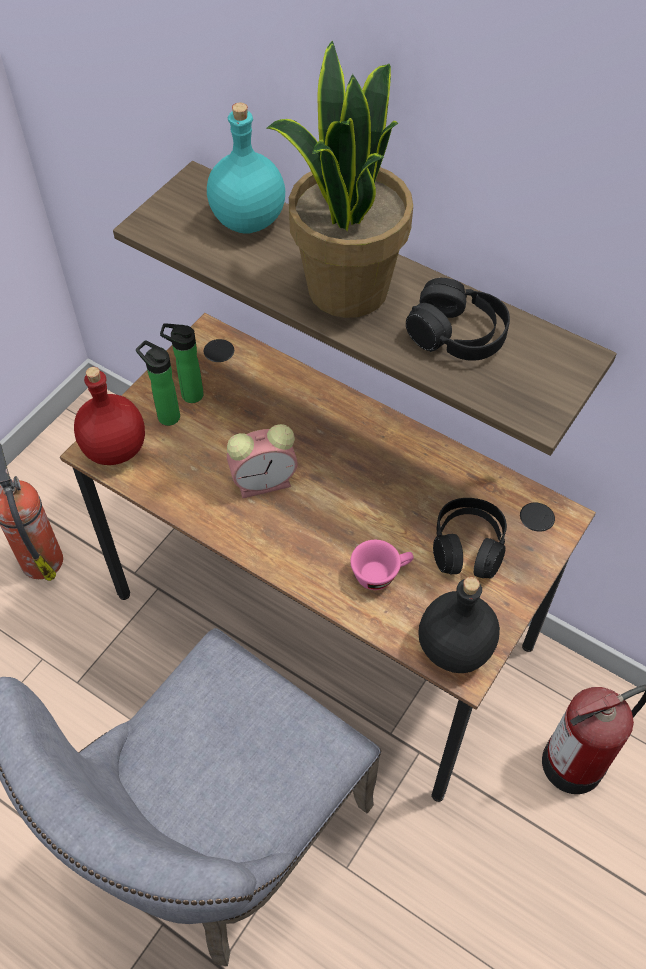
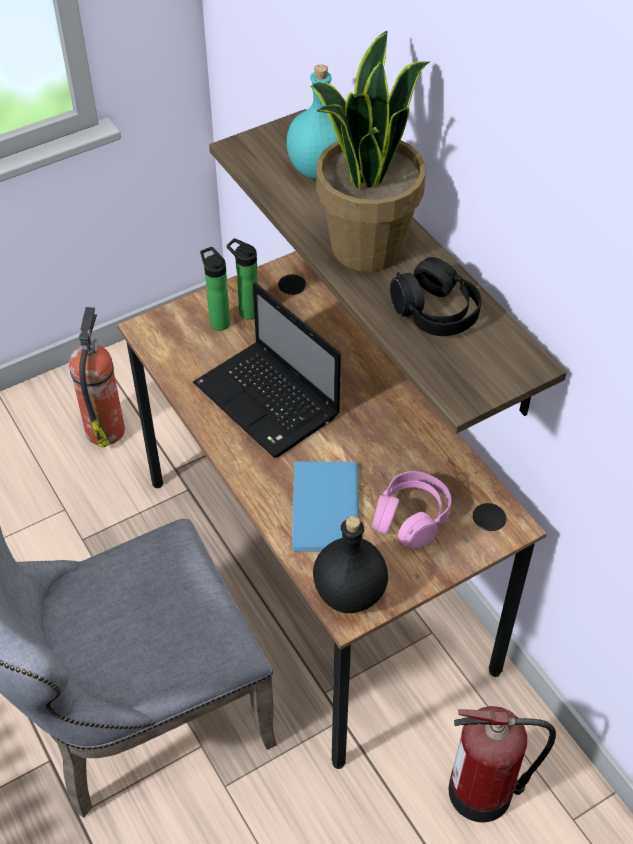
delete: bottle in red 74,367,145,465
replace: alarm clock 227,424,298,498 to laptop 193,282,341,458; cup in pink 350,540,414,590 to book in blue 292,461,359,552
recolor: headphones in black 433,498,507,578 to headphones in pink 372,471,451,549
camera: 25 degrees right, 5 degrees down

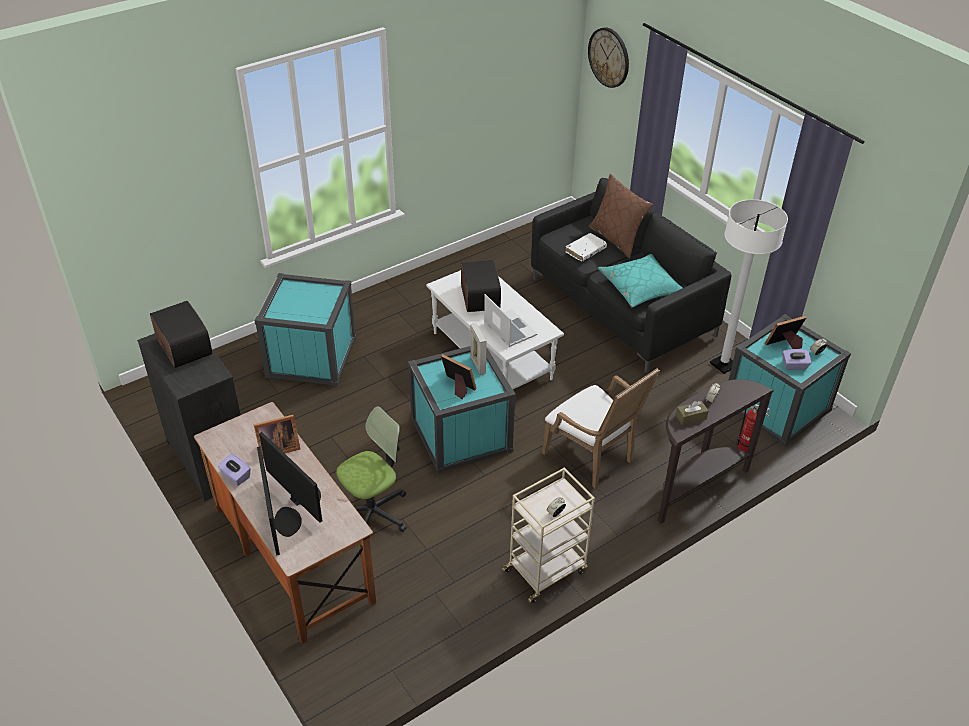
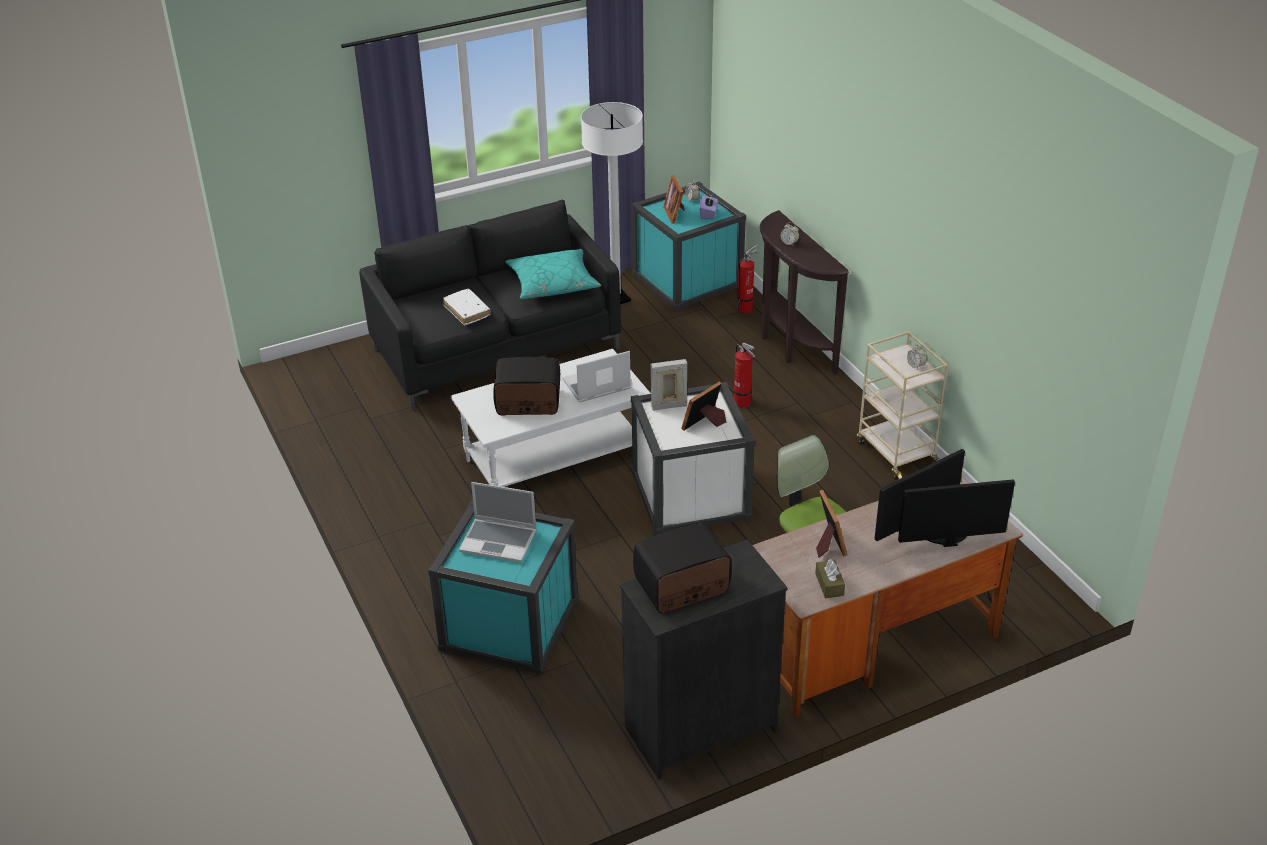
delete: tissue box in purple 218,453,251,486; wall clock 588,28,629,88; pillow in brown 589,174,653,258
insert: laptop 459,482,537,562
move: tissue box in brown 676,401,709,425 to 815,559,845,598
replace: armchair in white 542,368,660,488 to fire extinguisher 734,343,755,408
recolor: storage box in turquoise 408,346,516,474 to storage box in white 631,382,755,535
camera: 80 degrees left, 5 degrees down

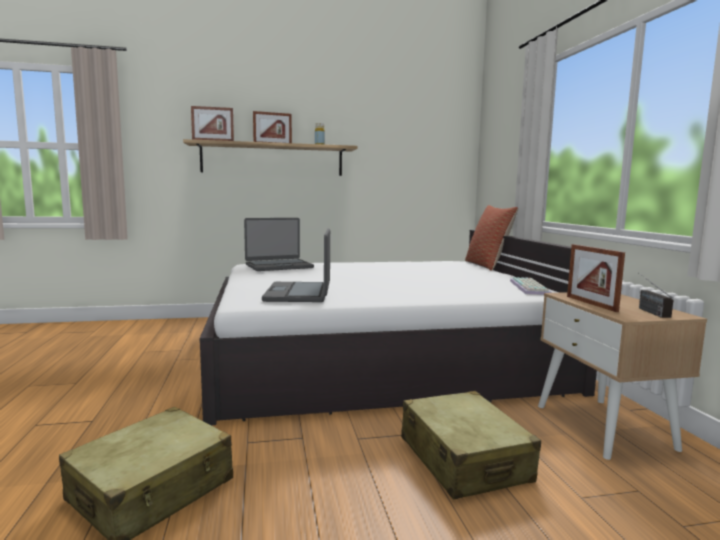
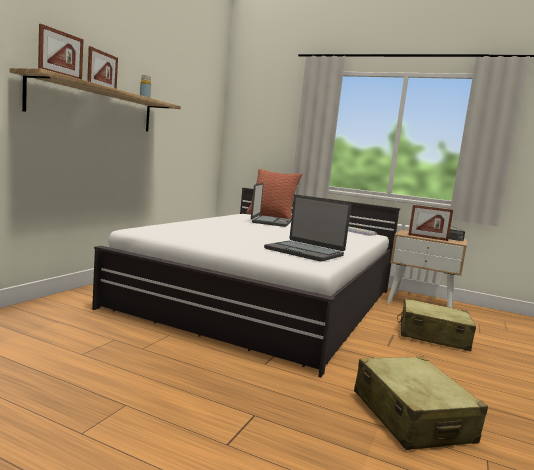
move: laptop 244,218,314,271 to 251,183,292,227
camera: 55 degrees left, 0 degrees up

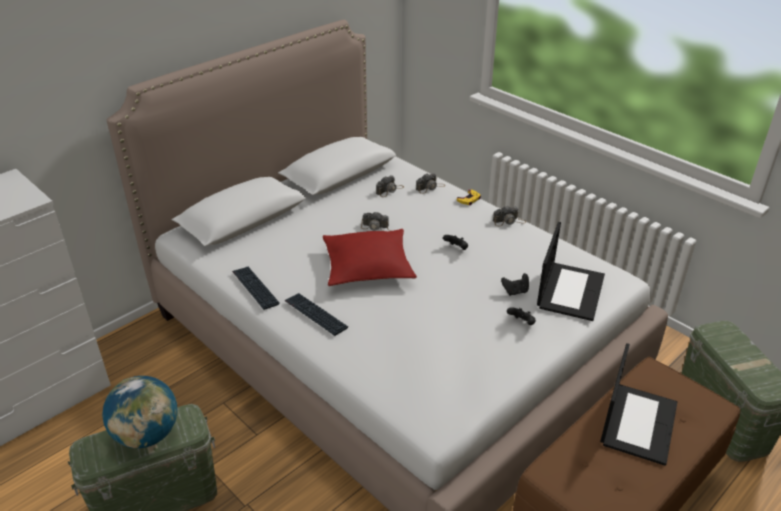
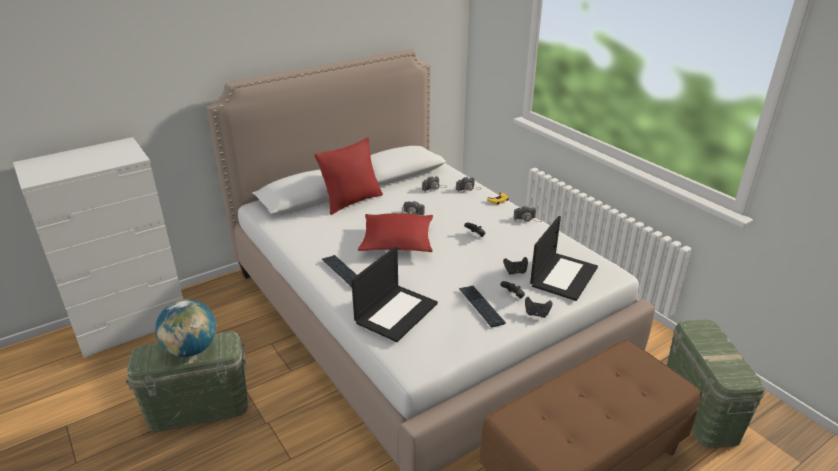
insert: pillow in red 314,137,383,215; game controller in black 525,297,552,318
move: keyboard 232,267,280,310 to 459,286,506,327; laptop 600,343,677,466 to 352,246,438,342
camera: 10 degrees right, 5 degrees down

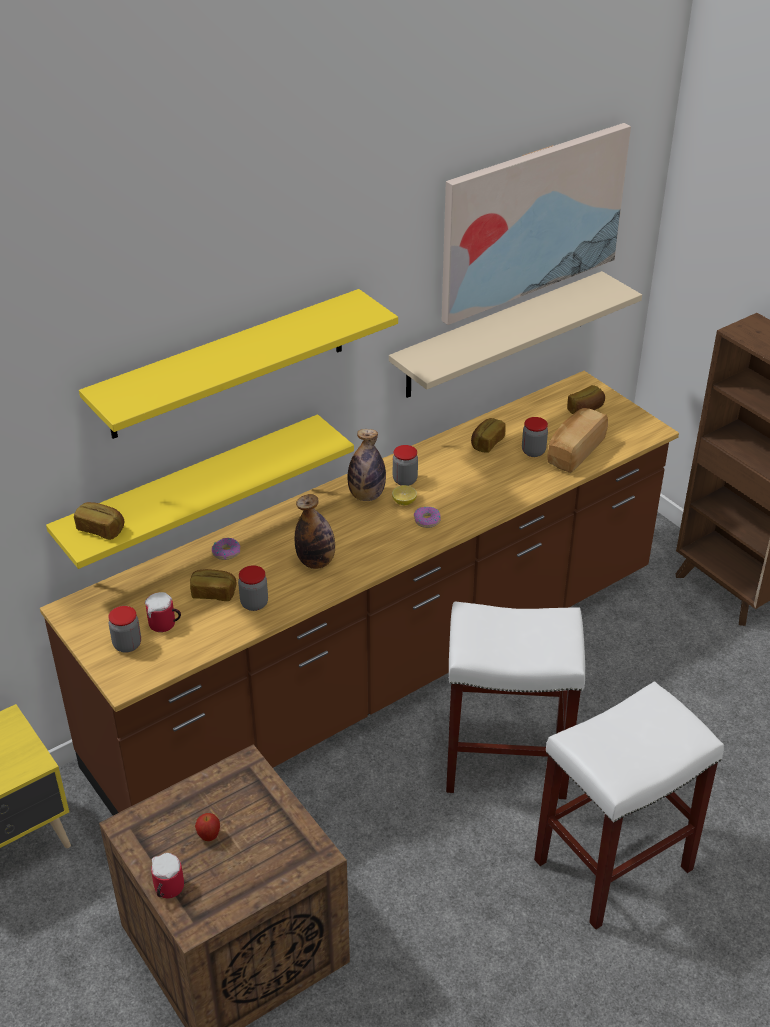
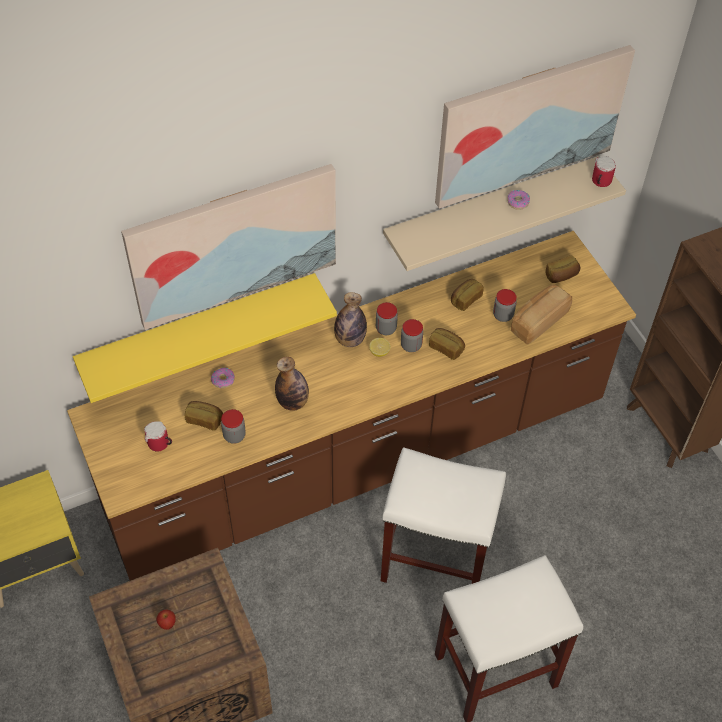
move: bread 74,502,124,540 to 429,328,465,360; jar 108,606,141,653 to 401,319,423,352; mug 151,853,184,898 to 592,156,616,187; donut 414,507,441,528 to 507,190,530,210
replace: shelf in yellow 79,289,398,439 to picture 121,164,336,330
camera: 10 degrees right, 15 degrees up

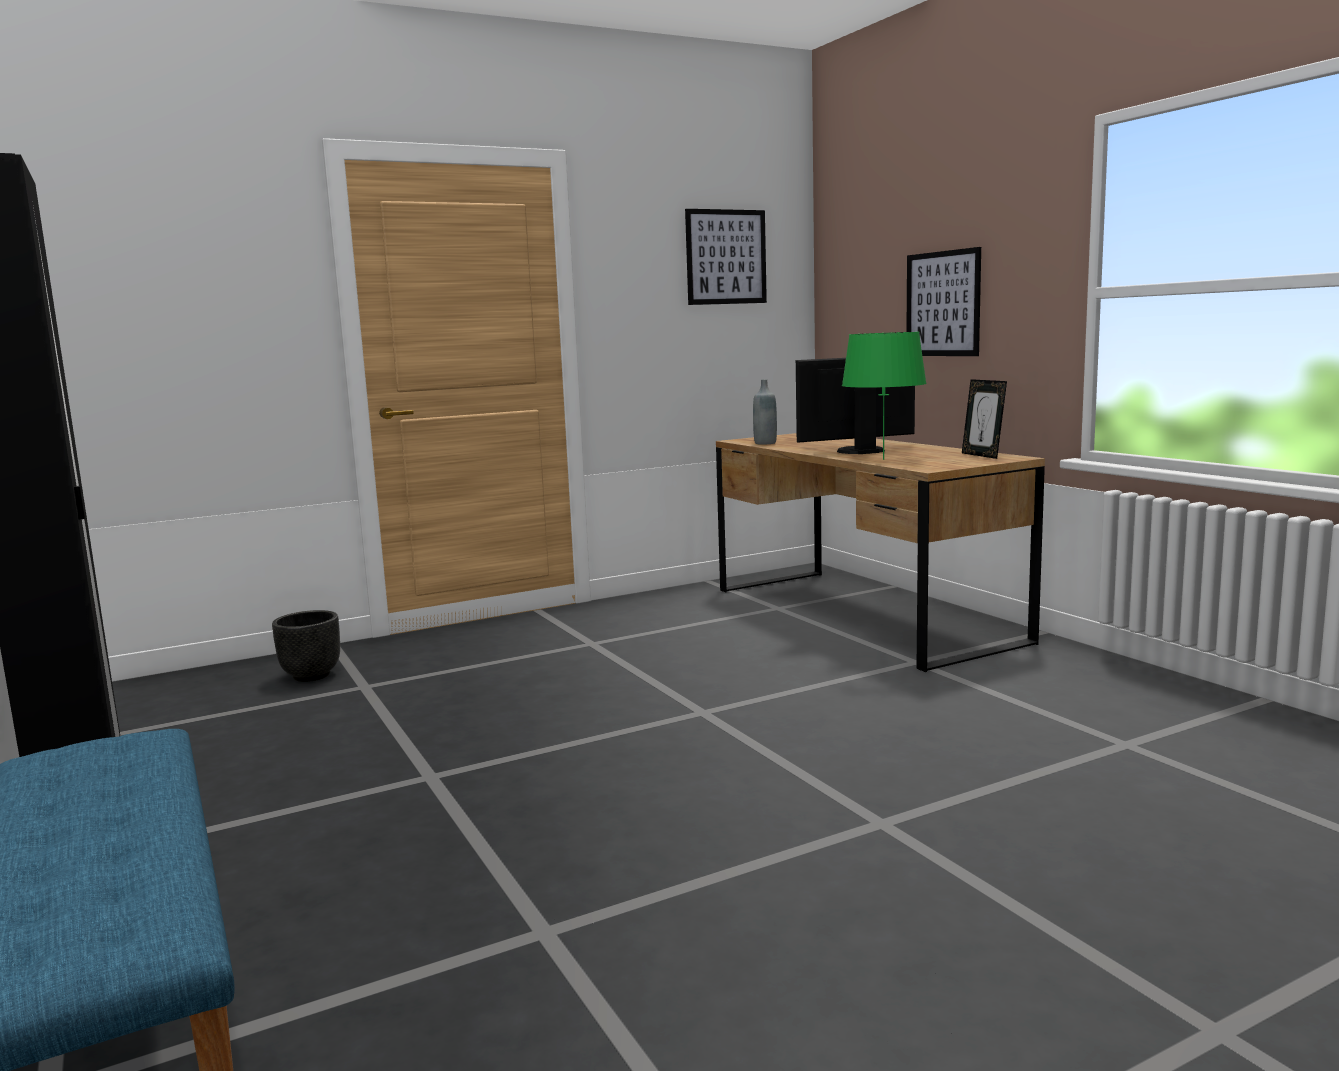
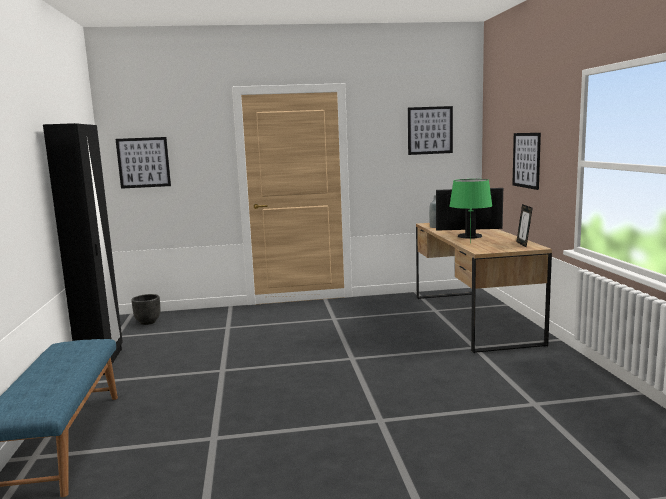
insert: picture 116,137,171,189
move: planter in black 272,610,340,682 to 131,294,160,325
camera: 20 degrees right, 0 degrees up

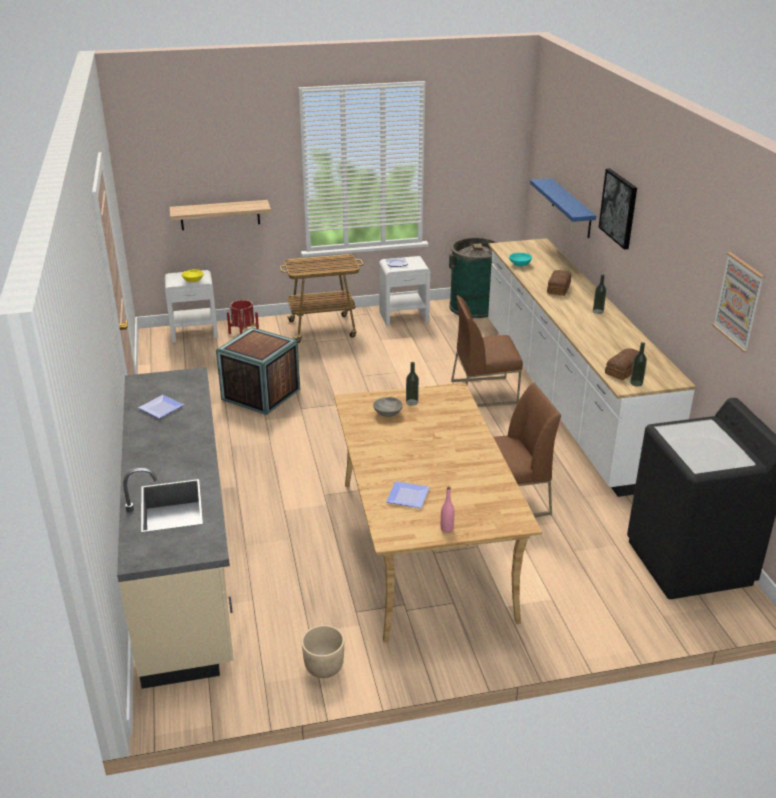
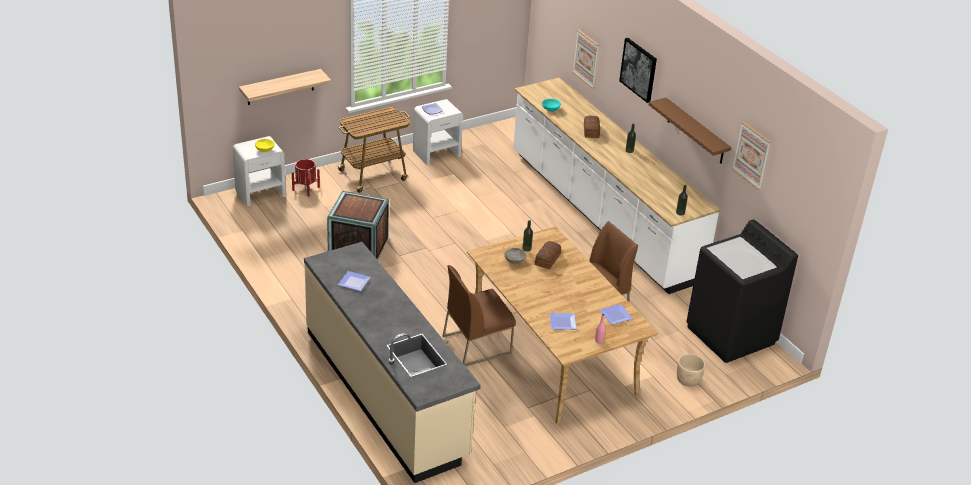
delete: trash can in green 449,237,498,318
insert: plate 600,304,633,325; shelf in brown 649,98,731,164
move: planter in beige 302,625,344,678 to 677,354,705,387; chair in brown 451,295,523,407 to 442,265,515,366; bread 605,348,639,380 to 535,241,561,269
replace: shelf in blue 530,178,596,238 to picture 572,29,599,88
camera: 20 degrees left, 5 degrees up

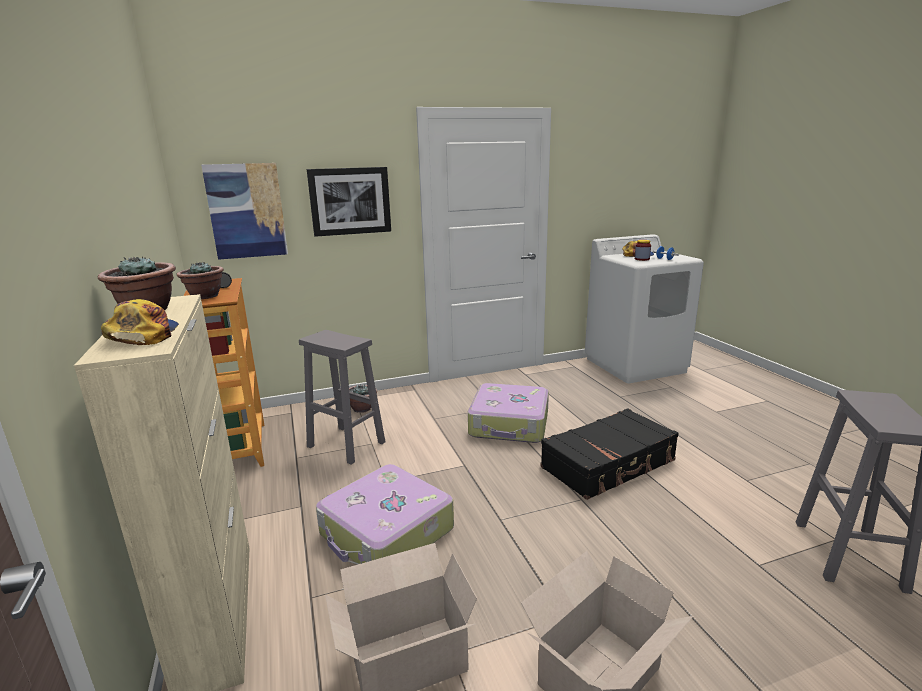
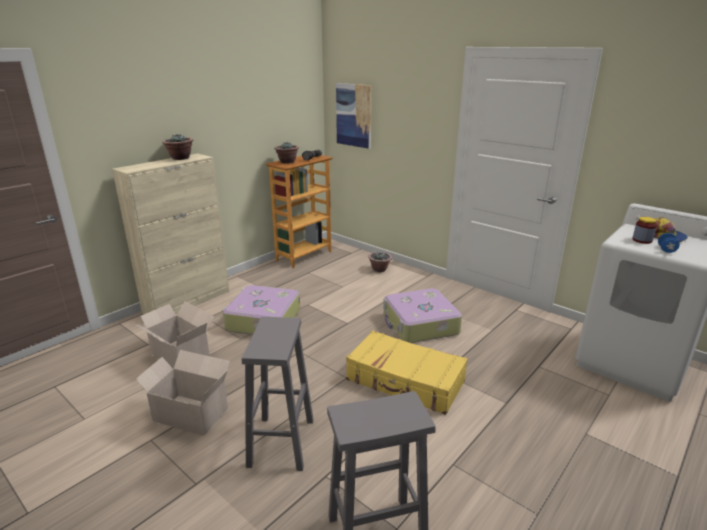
delete: cap 101,299,179,345; picture 307,167,391,237
move: stool in grey 299,330,385,464 to 242,317,314,471
recolor: suitcase in black 540,408,679,500 to suitcase in yellow 346,330,467,415
camera: 60 degrees right, 5 degrees up

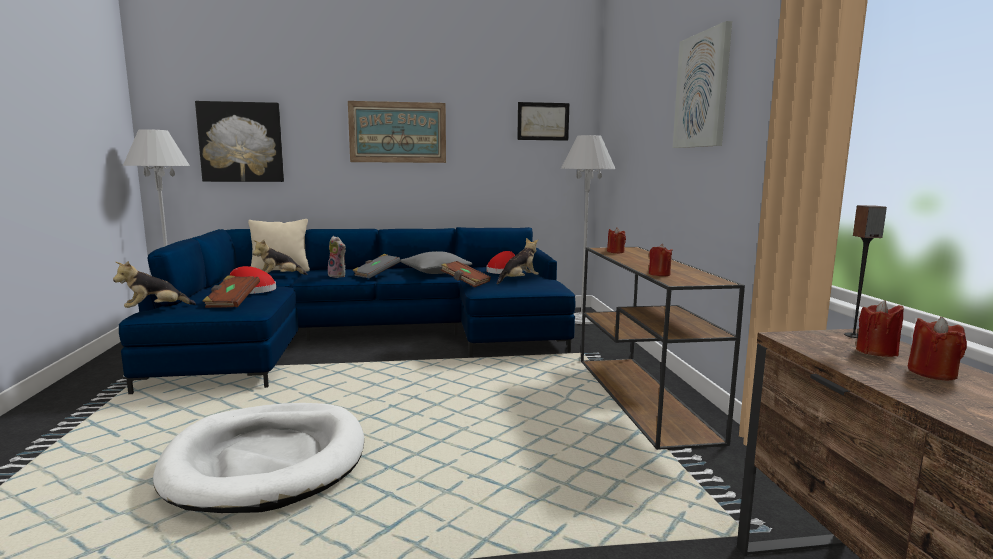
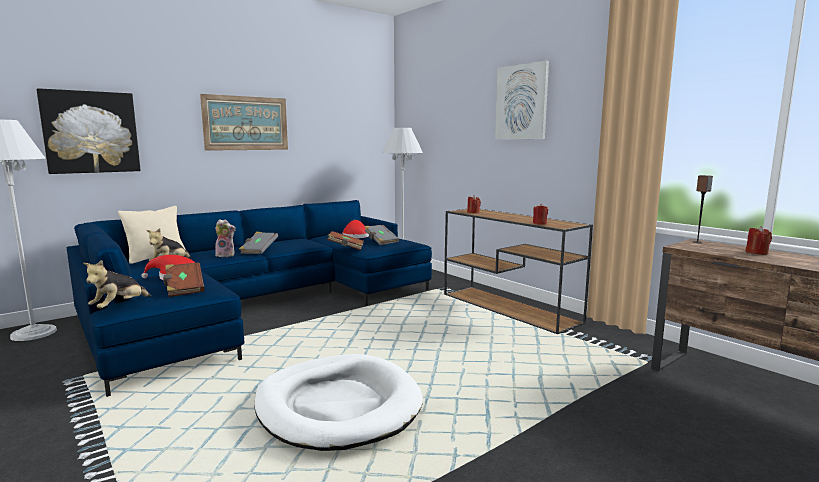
delete: pillow in grey 400,251,472,274; picture 517,102,569,141; candle in red 856,300,904,357
replace: plush toy 497,238,539,284 to book in grey 365,225,399,245
camera: 30 degrees left, 0 degrees up

